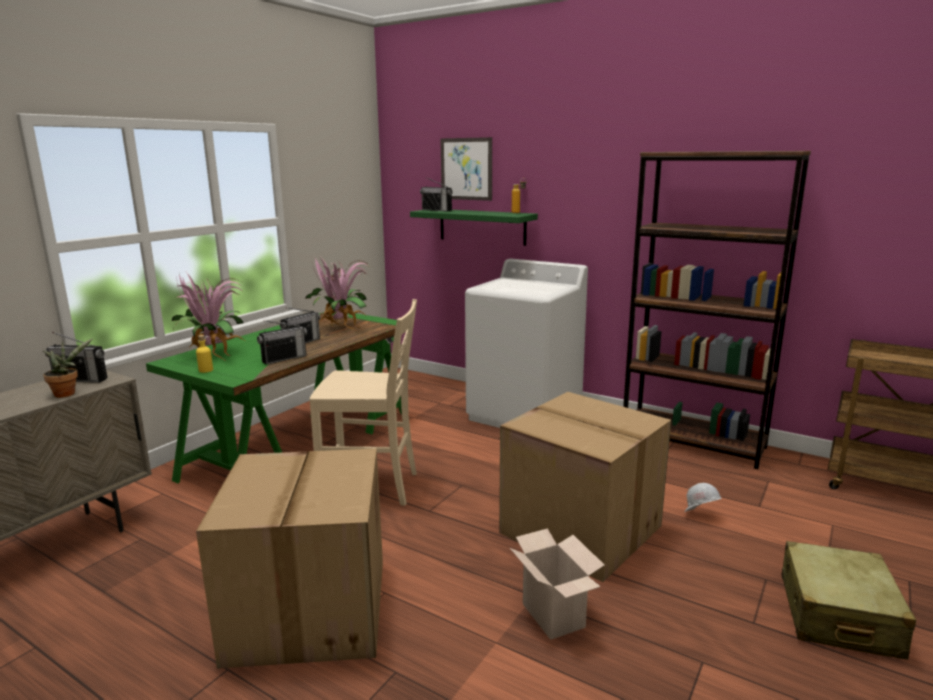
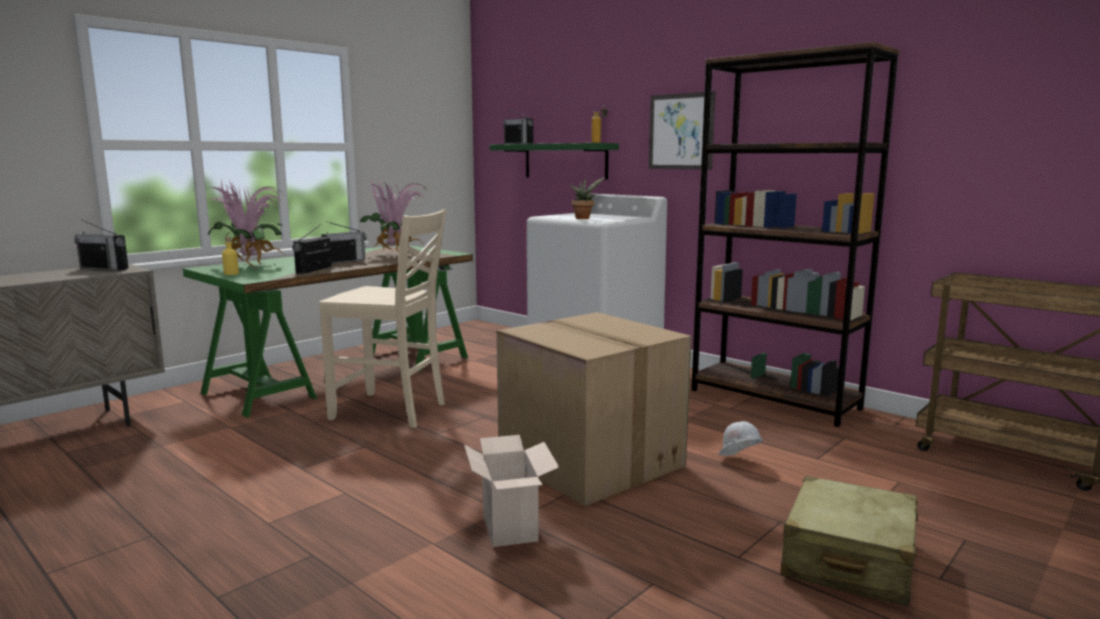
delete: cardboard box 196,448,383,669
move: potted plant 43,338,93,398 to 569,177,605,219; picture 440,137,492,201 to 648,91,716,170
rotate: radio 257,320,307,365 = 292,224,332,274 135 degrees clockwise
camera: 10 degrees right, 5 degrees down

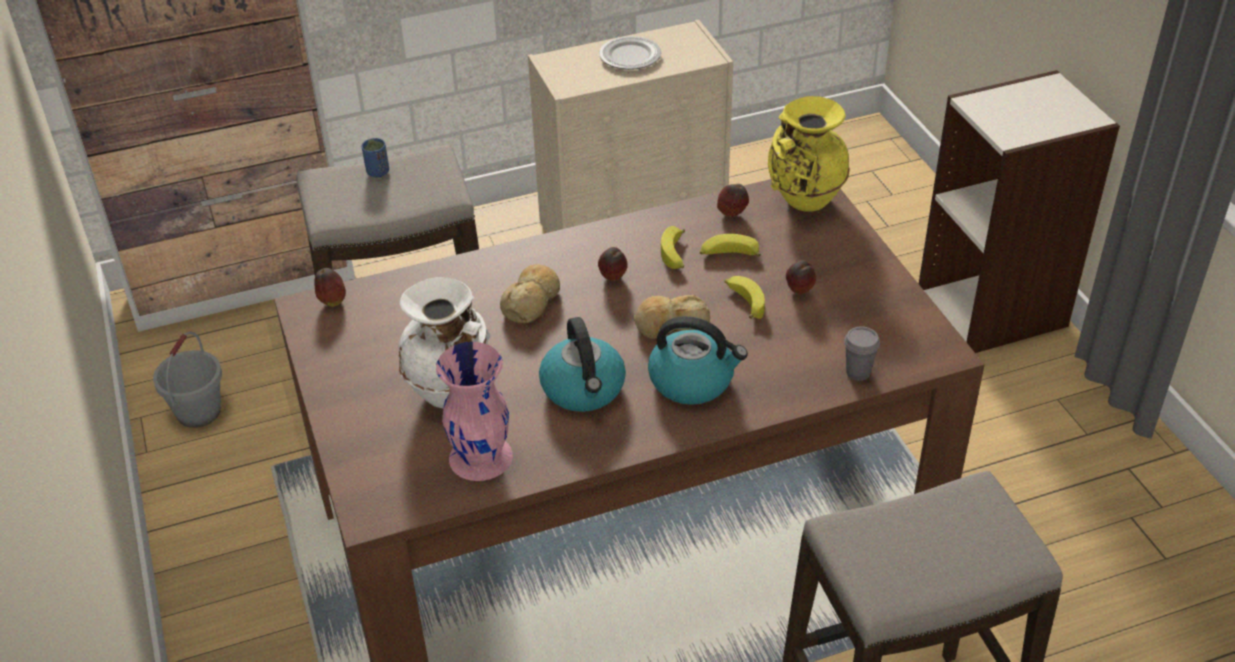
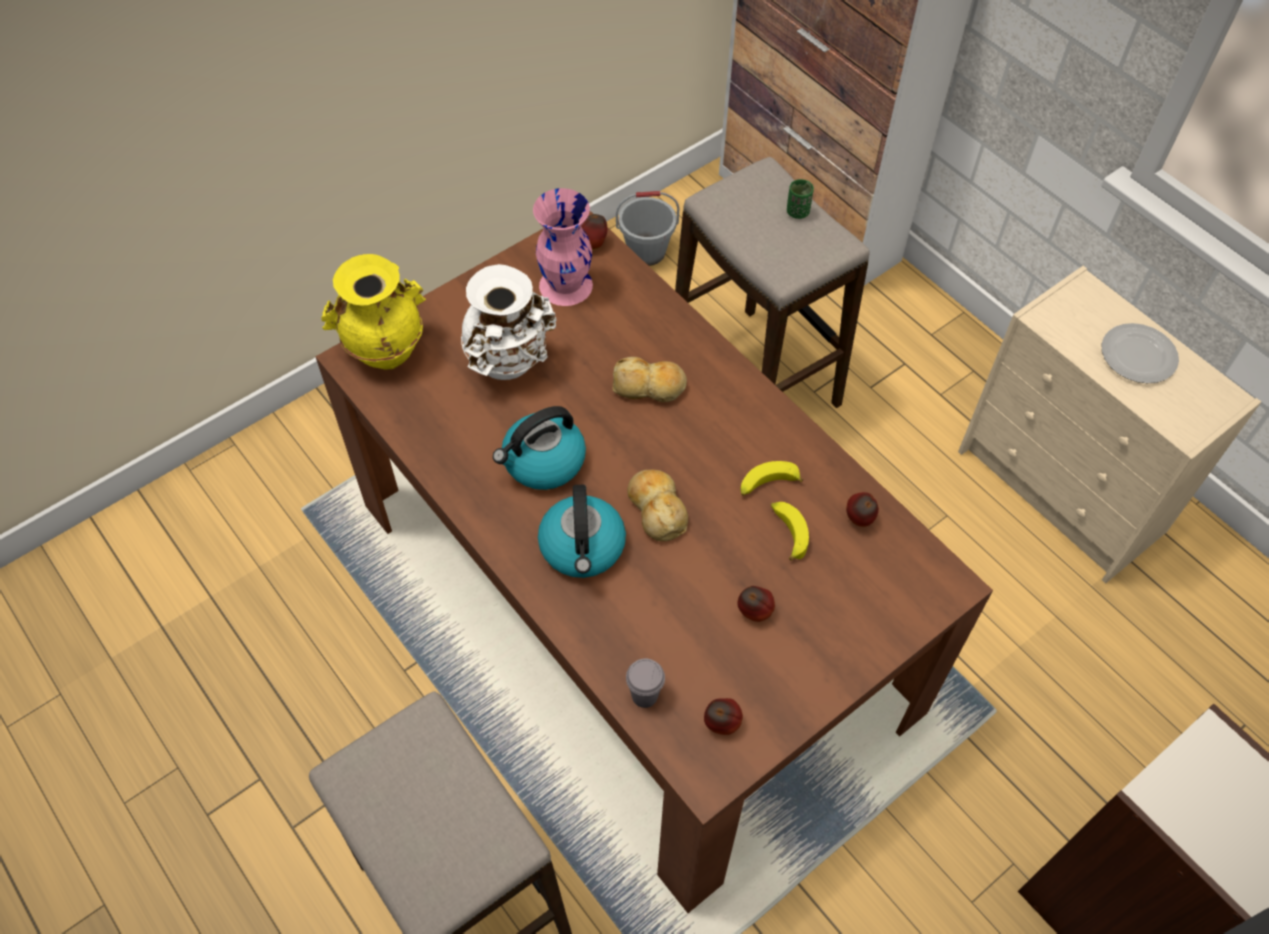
delete: banana 725,276,765,319
move: vase in pink 436,342,513,481 to 533,188,593,306; apple 598,247,628,280 to 704,698,743,735; vase in yellow 768,96,850,212 to 322,254,426,370
recolor: cup in blue 362,138,389,177 to cup in green 787,179,814,219
camera: 70 degrees right, 15 degrees up

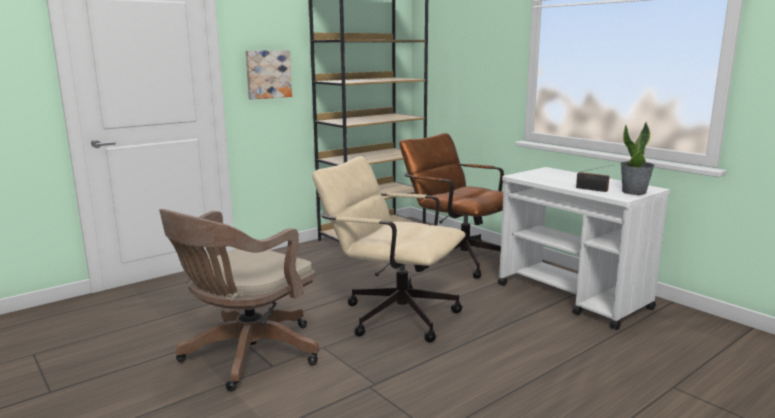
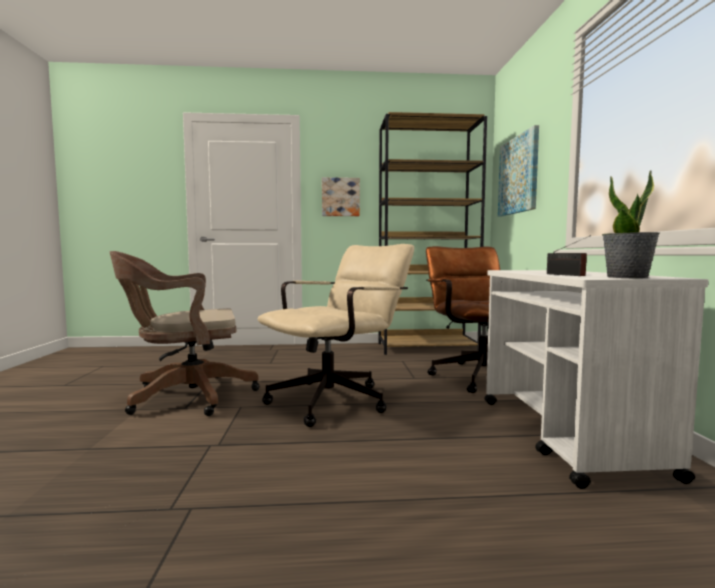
insert: picture 498,125,539,217
rotate: office chair in beige 312,156,466,343 = 258,244,414,427 75 degrees clockwise
camera: 35 degrees right, 10 degrees down

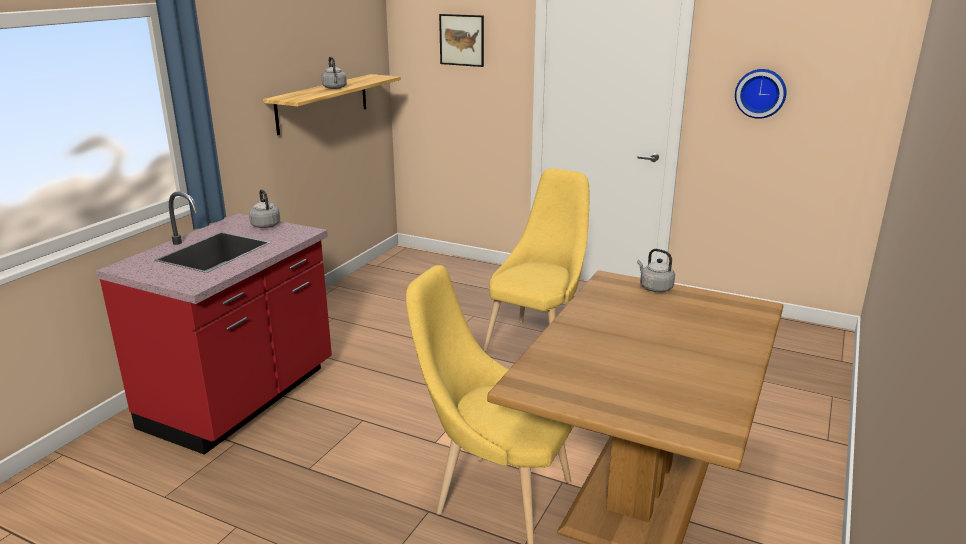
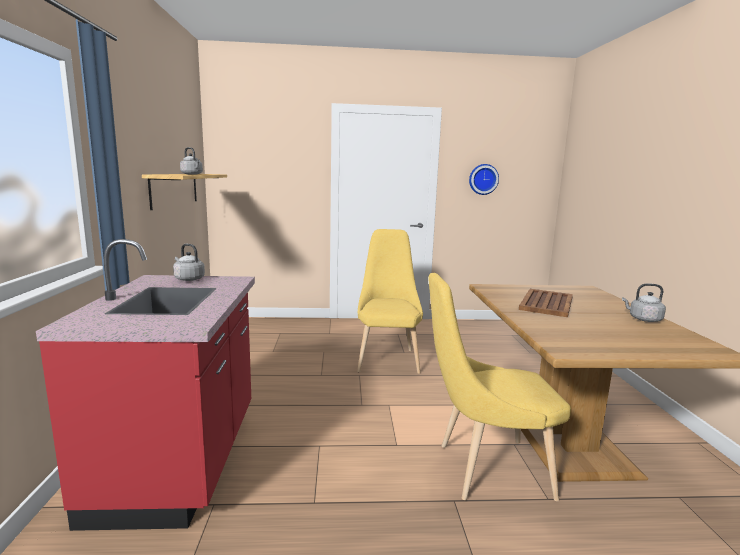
delete: picture 439,14,484,67
insert: tray in brown 519,289,573,317
move: kettle in grey 637,249,675,292 to 622,284,666,322
camera: 30 degrees left, 10 degrees down

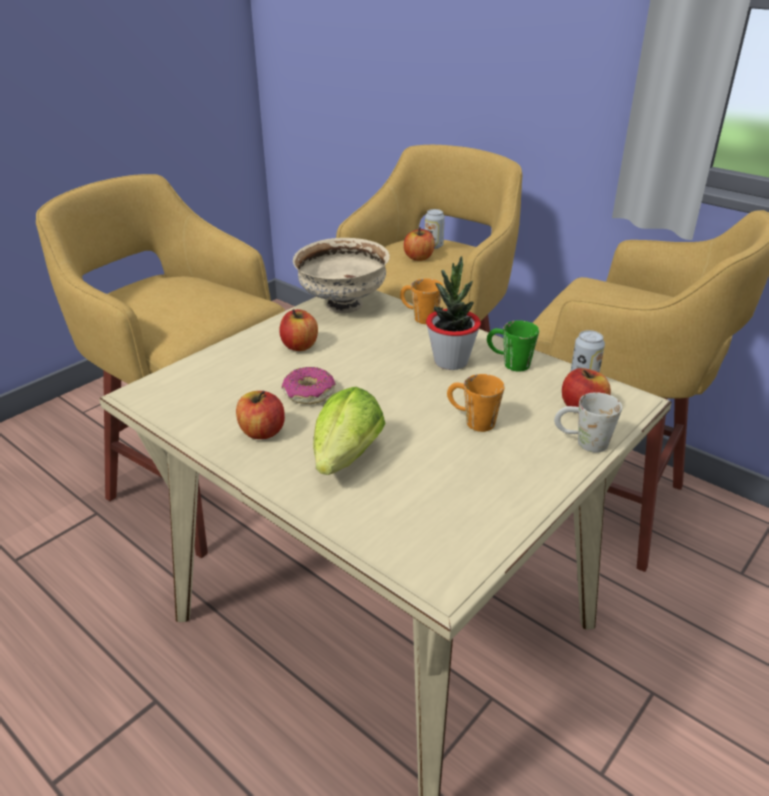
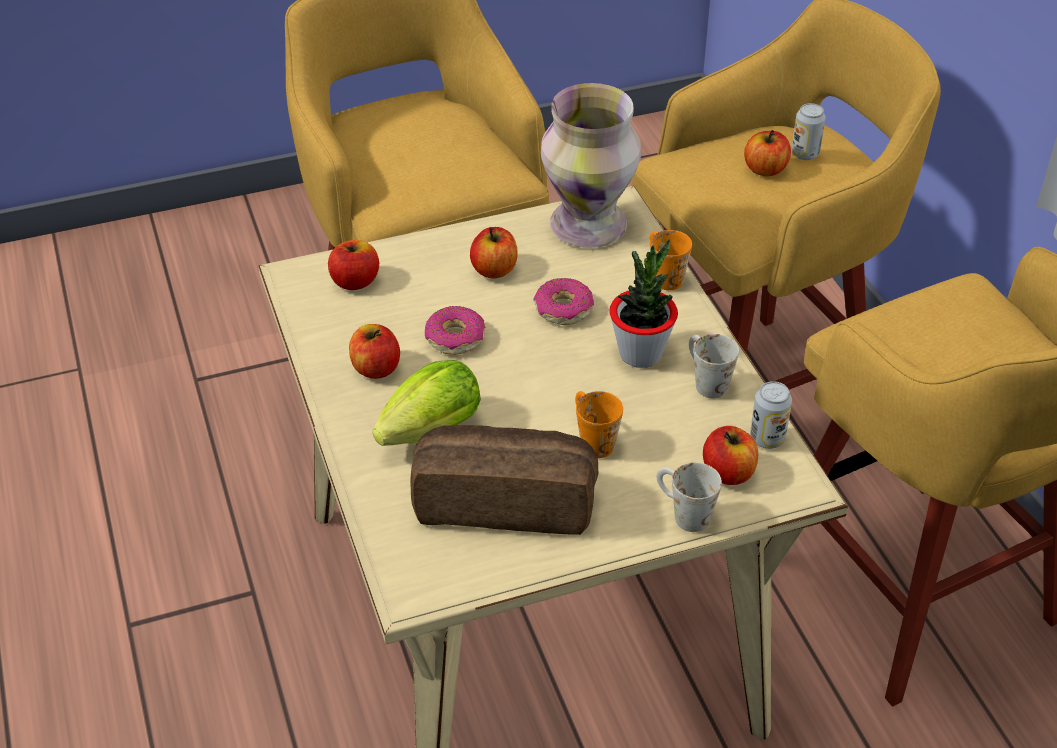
insert: apple 328,240,379,290; bread 410,425,598,535; donut 533,278,594,325
replace: bowl in beige 293,238,390,313 to vase 541,83,641,248
recolor: mug in green 487,320,539,371 to mug in white 689,334,739,399
camera: 30 degrees right, 10 degrees up

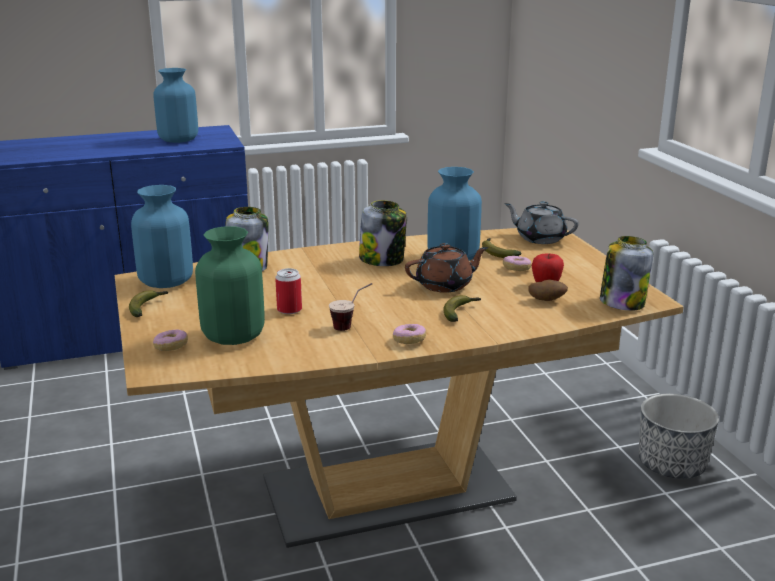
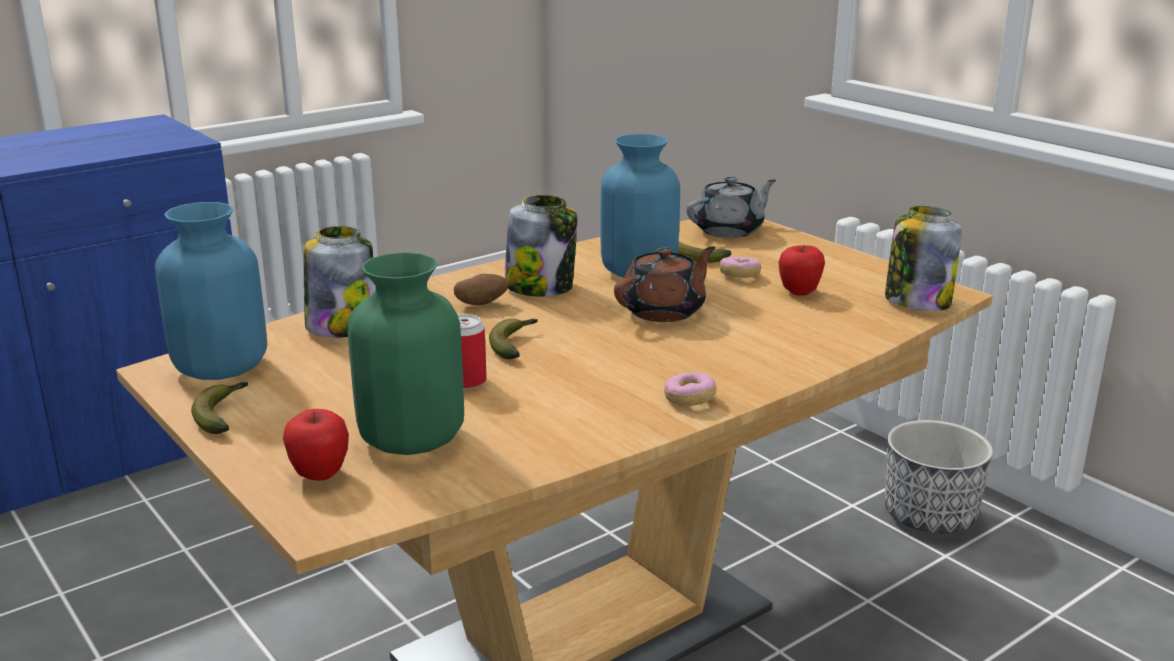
delete: vase in blue 153,68,198,143; cup 329,283,372,331
move: banana 443,295,481,322 to 489,318,538,359; potato 528,280,568,301 to 454,274,509,305
replace: donut 153,329,188,351 to apple 283,409,349,481
rotate: teapot in grey 504,201,579,244 = 686,176,776,238 135 degrees clockwise
camera: 20 degrees left, 0 degrees up

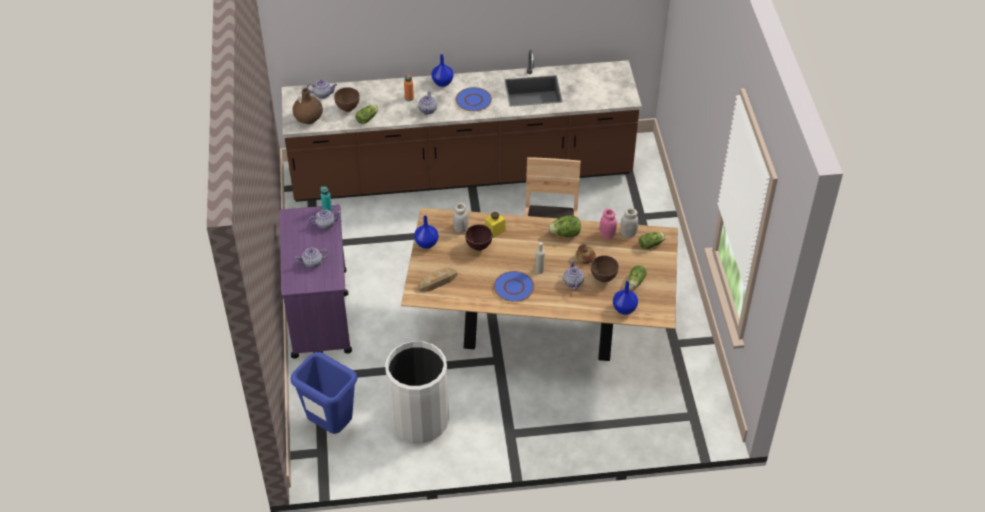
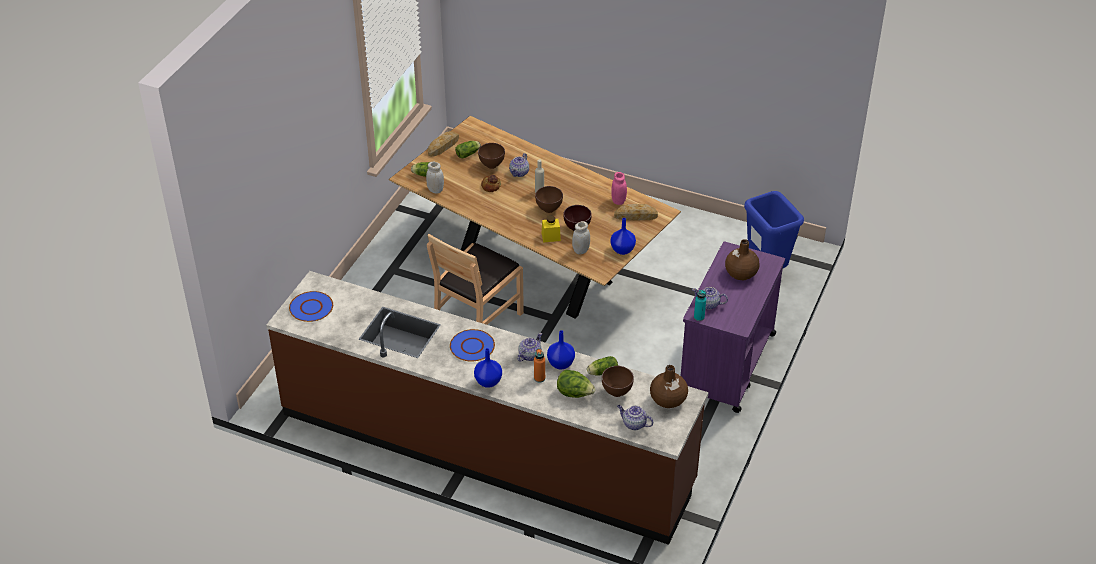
delete: trash can in white 385,341,449,443
insert: bread 428,131,459,157; bowl in brown 535,186,563,213
move: plate in blue 494,271,534,302 to 289,291,333,322; lettuce 547,215,581,238 to 557,370,596,398; jar in pink 600,209,617,239 to 611,172,627,205; vase in blue 613,281,638,315 to 547,330,575,369
replace: teapot 295,248,328,268 to vase in brown 725,239,760,280
camera: 150 degrees left, 5 degrees down

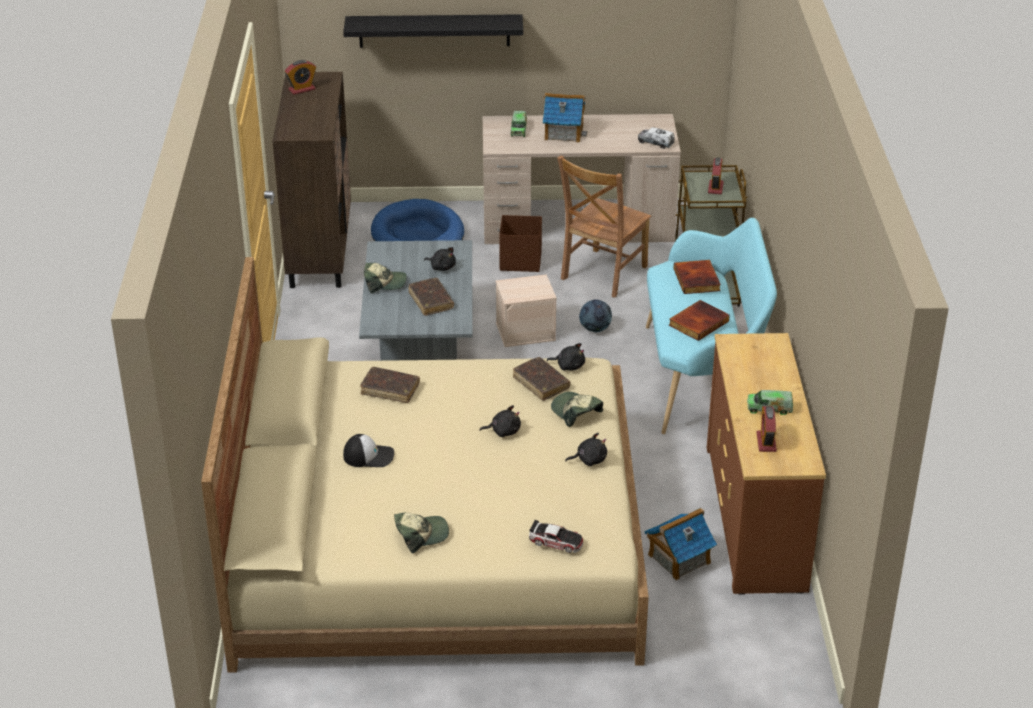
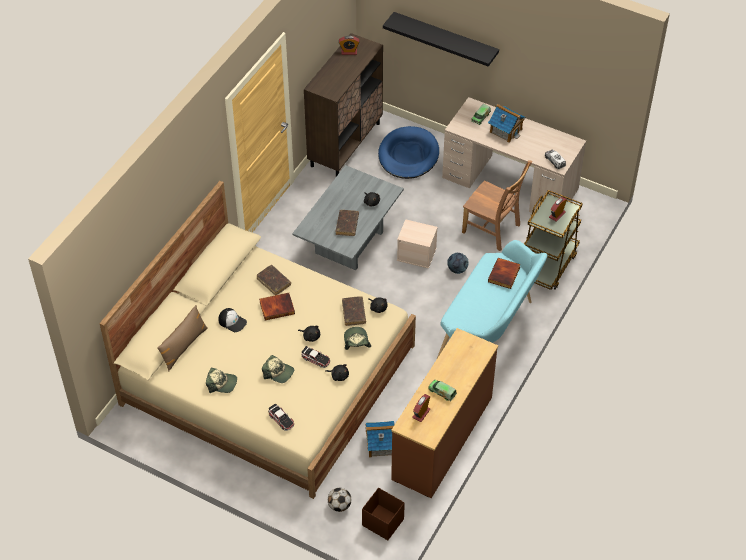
insert: pillow in brown 157,305,208,371; toy car 301,346,330,368; football 328,488,351,512
move: cap 364,263,407,294 to 262,355,294,383; storage box in brown 499,215,542,272 to 362,488,405,540; book 669,300,730,341 to 259,293,295,320
rotate: chair in brown 557,155,651,298 = 462,160,532,251 120 degrees counterclockwise
camera: 30 degrees right, 15 degrees up

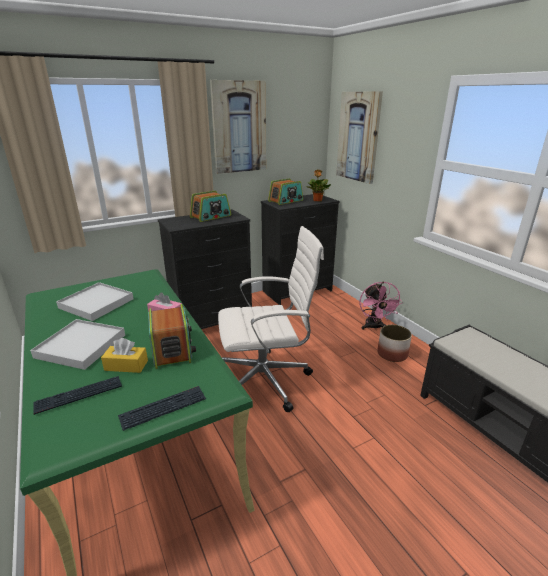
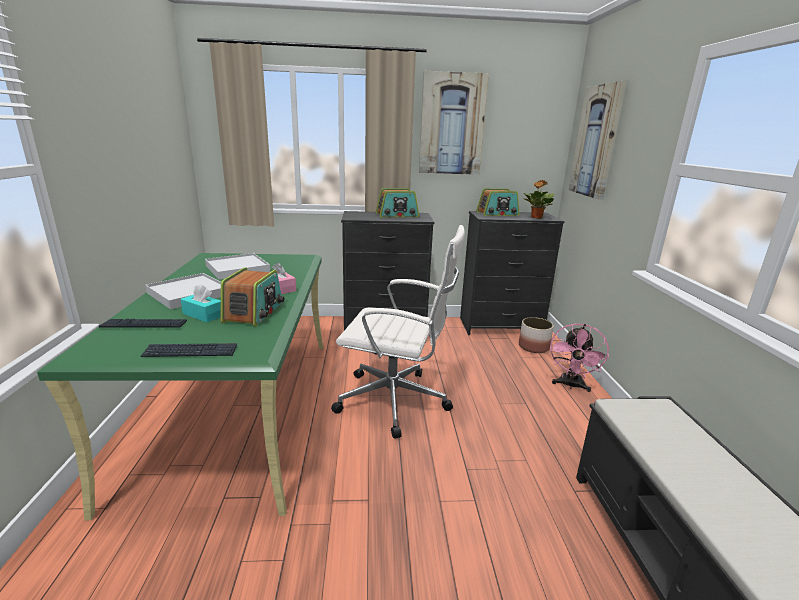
move: planter 377,325,412,362 to 519,317,554,353
recolor: tissue box in yellow 101,338,148,373 to tissue box in turquoise 181,284,221,322
camera: 25 degrees right, 5 degrees down

